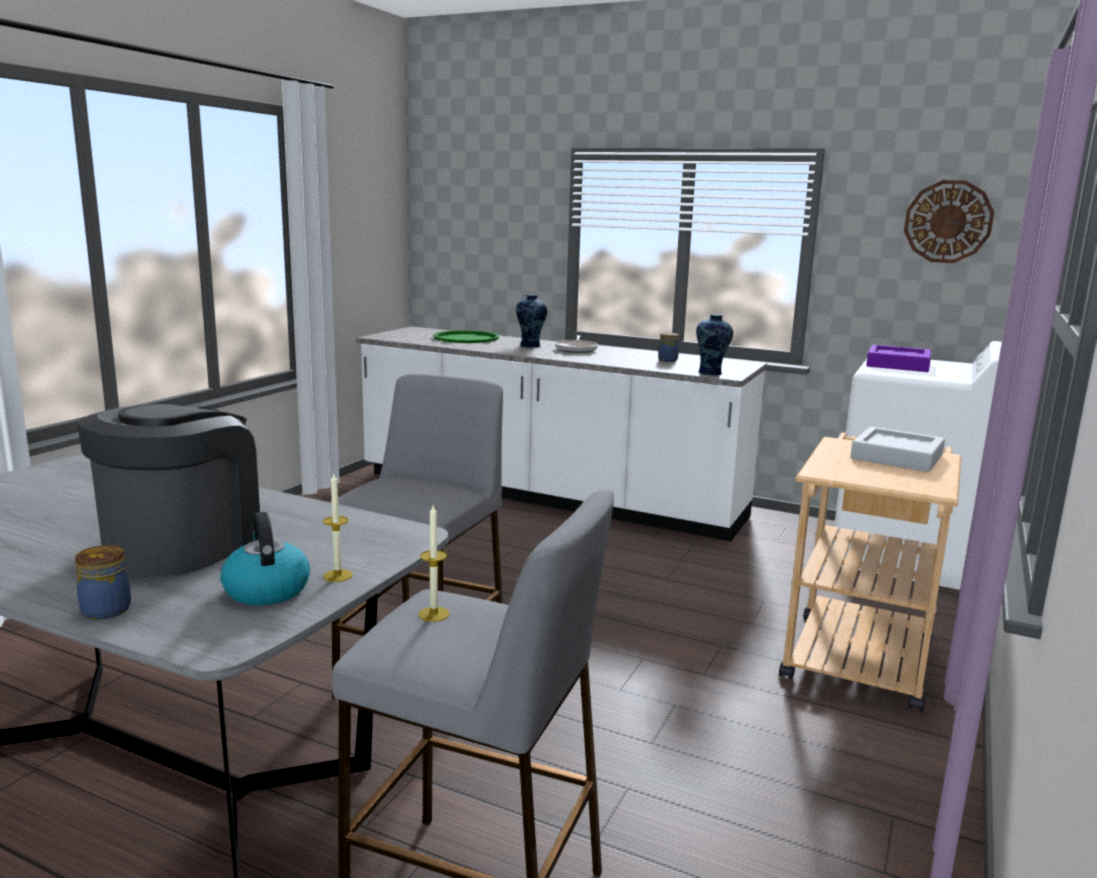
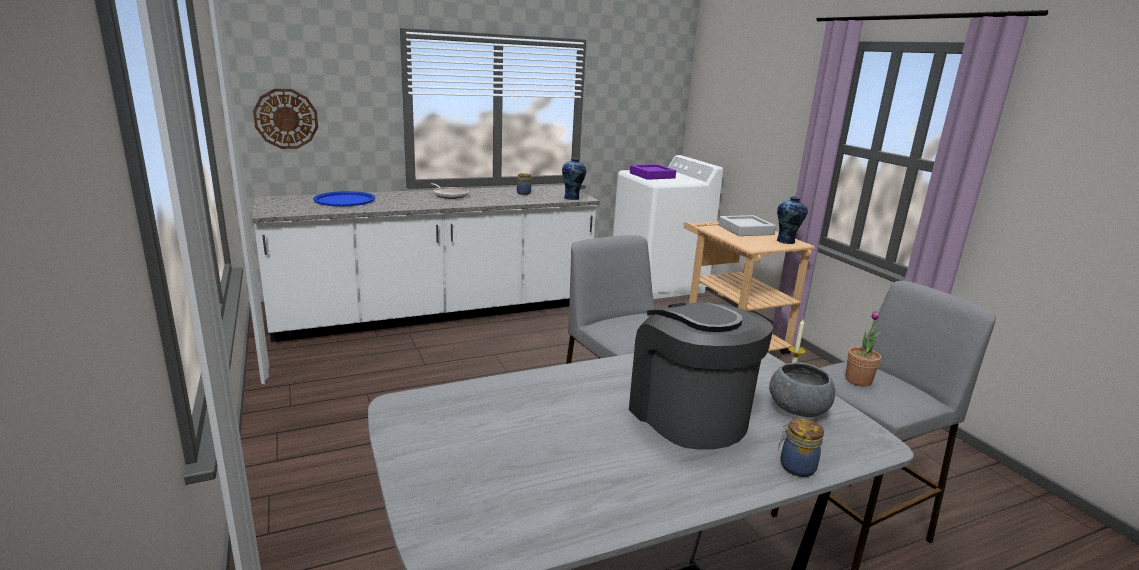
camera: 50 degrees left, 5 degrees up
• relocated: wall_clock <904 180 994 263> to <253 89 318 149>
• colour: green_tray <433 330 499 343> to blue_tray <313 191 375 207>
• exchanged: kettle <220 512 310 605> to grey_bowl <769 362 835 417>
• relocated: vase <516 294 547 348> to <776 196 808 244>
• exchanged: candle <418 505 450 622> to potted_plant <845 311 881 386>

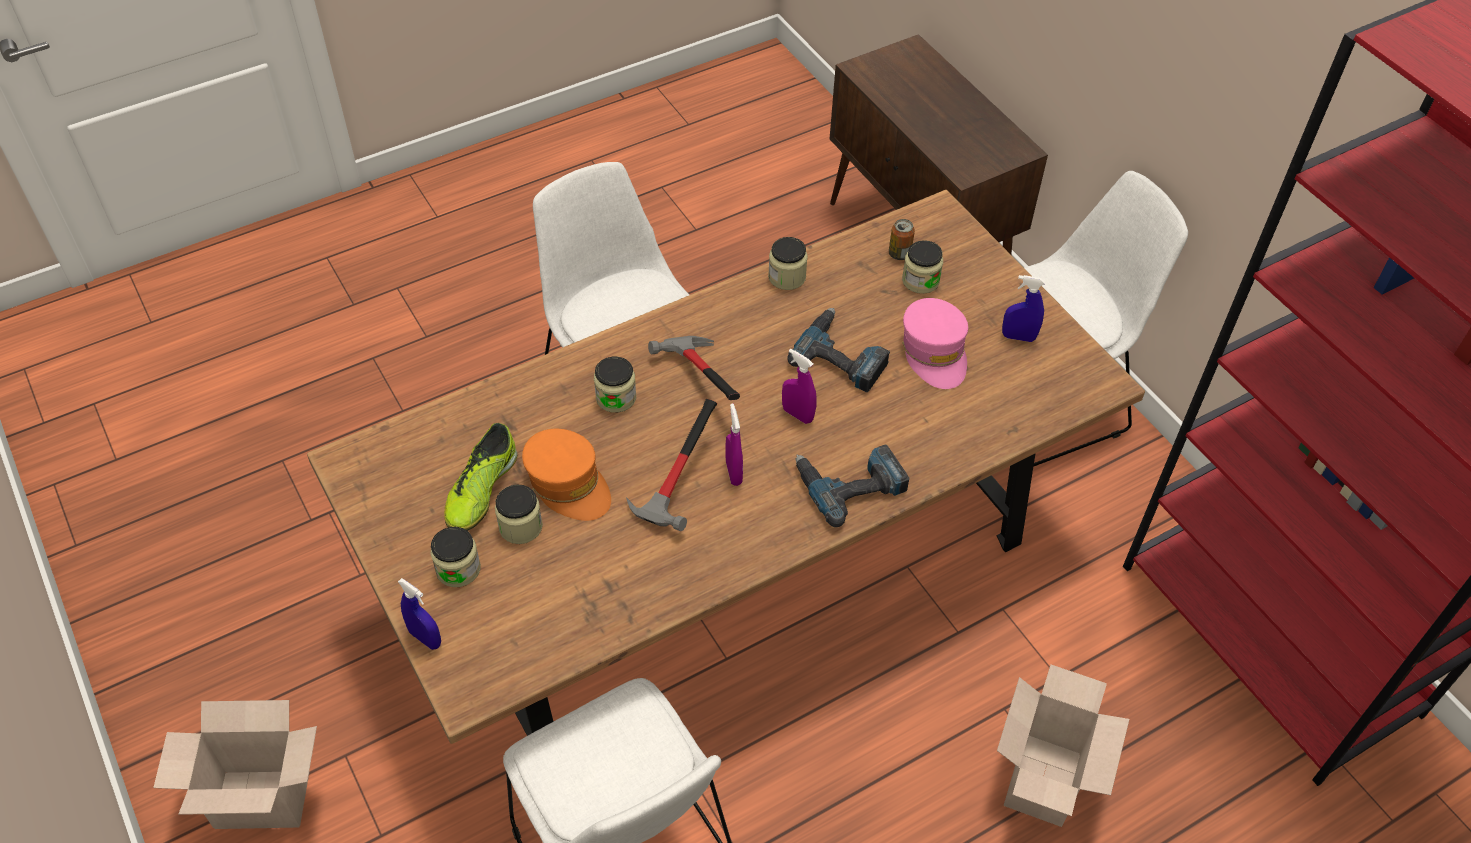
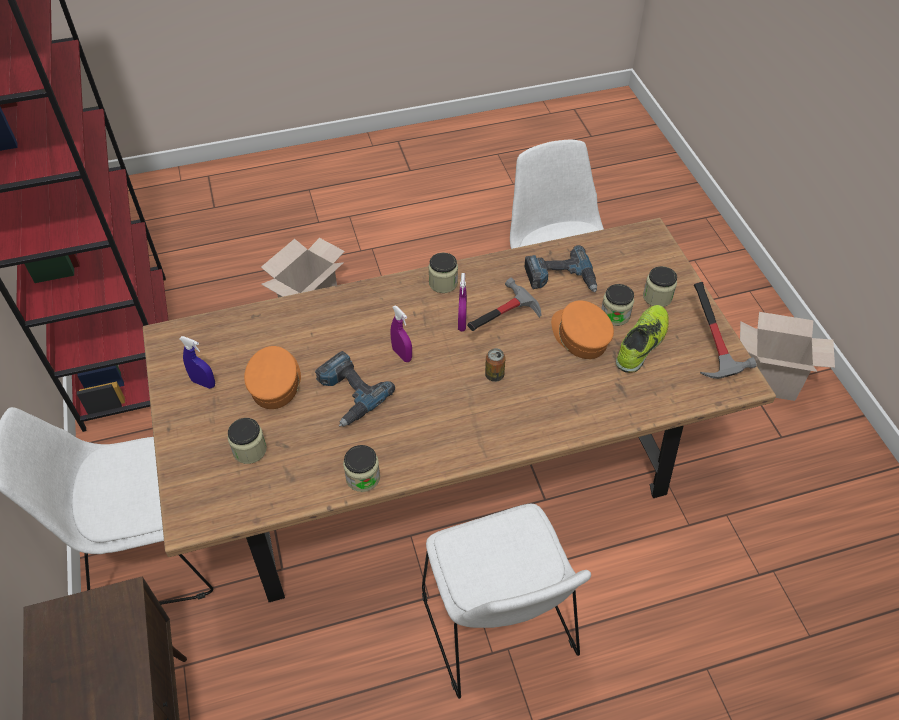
camera: 165 degrees left, 0 degrees up
• colour: pink_cap <902 298 968 389> to orange_cap <244 346 301 409>
• relocated: jar <594 357 636 413> to <428 253 458 293>
• relocated: can <889 219 915 260> to <485 348 506 382>
• relocated: power_drill <795 444 909 527> to <524 245 597 292>
• relocated: hammer <648 336 740 400> to <694 282 757 379>
• missing: blue_spray_bottle <398 578 441 650>

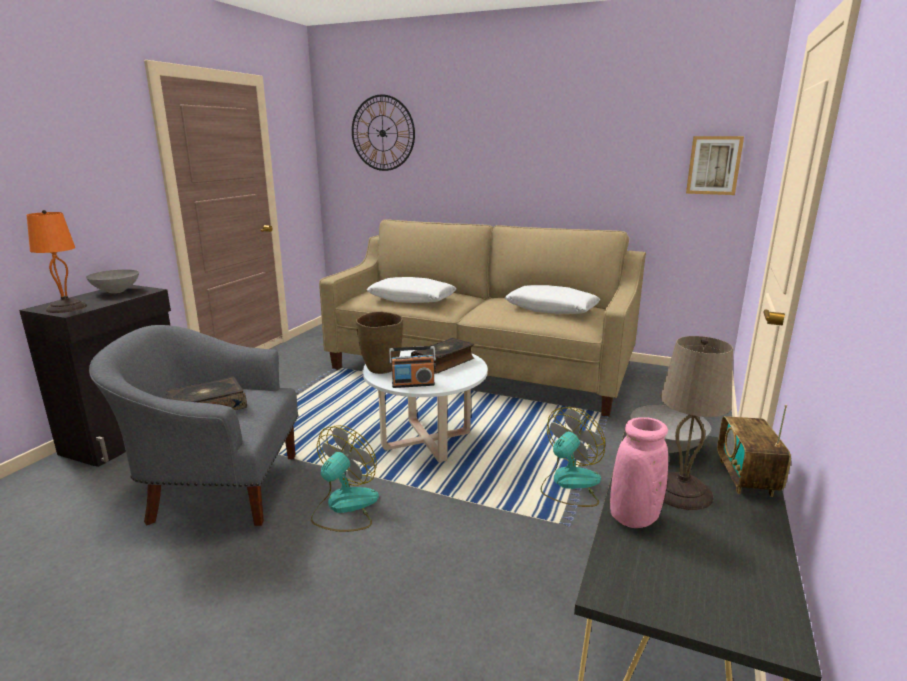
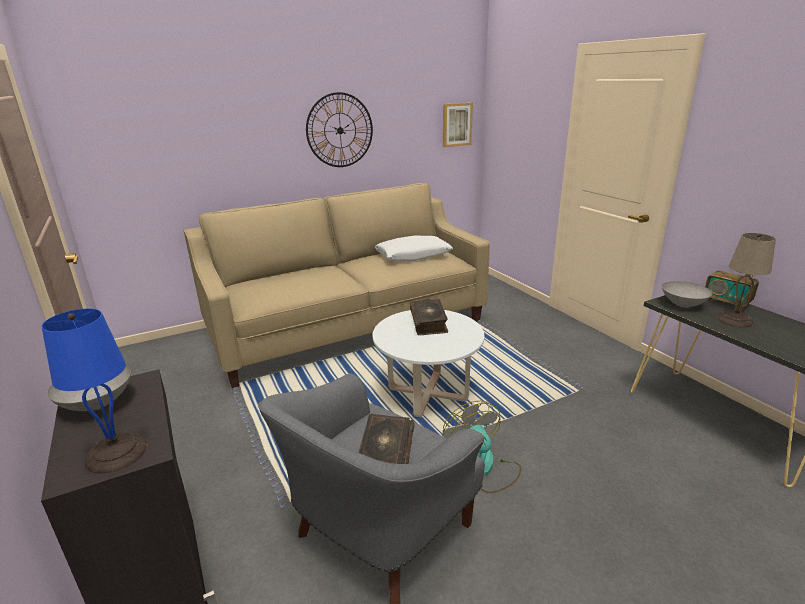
camera: 50 degrees left, 5 degrees up
• colour: orange_table_lamp <27 210 87 313> to blue_table_lamp <41 308 148 474>
• relocated: wall_clock <352 94 415 171> to <306 92 373 167>
• missing: brown_vase <356 311 403 374>
• missing: white_pillow <366 277 456 303>
• missing: radio <389 346 436 388>
• missing: fan <541 407 605 507>
• missing: pink_vase <610 417 668 528>

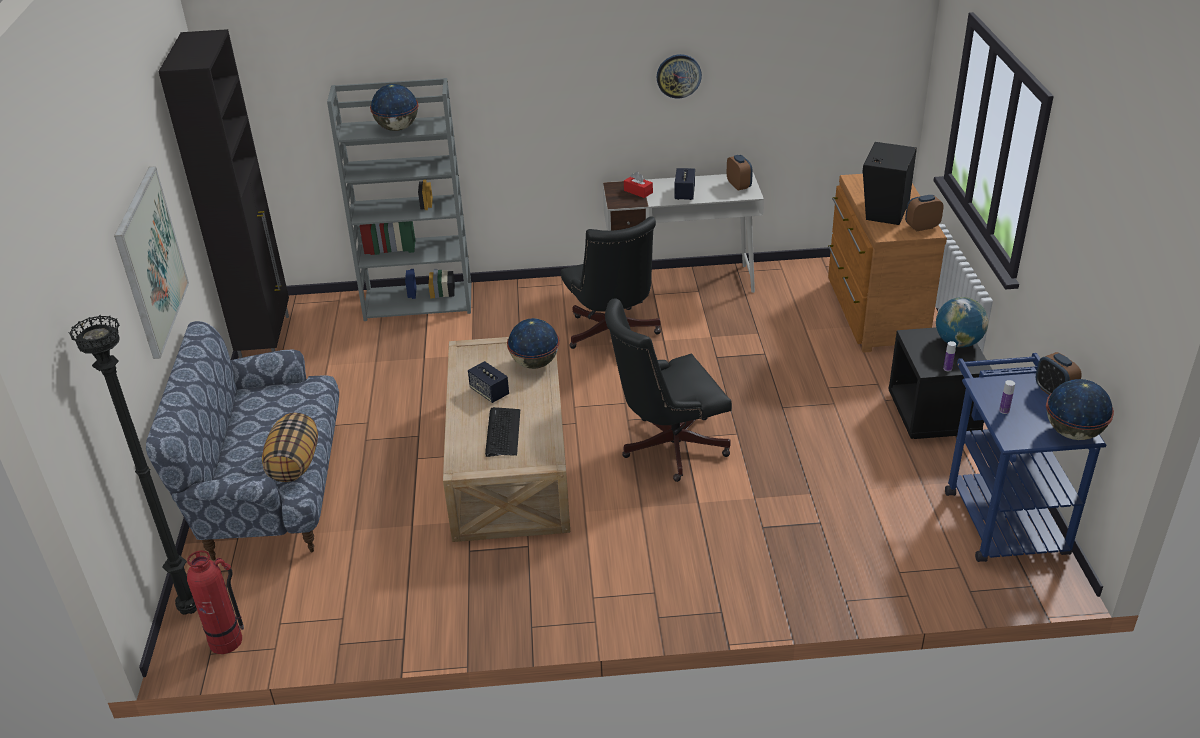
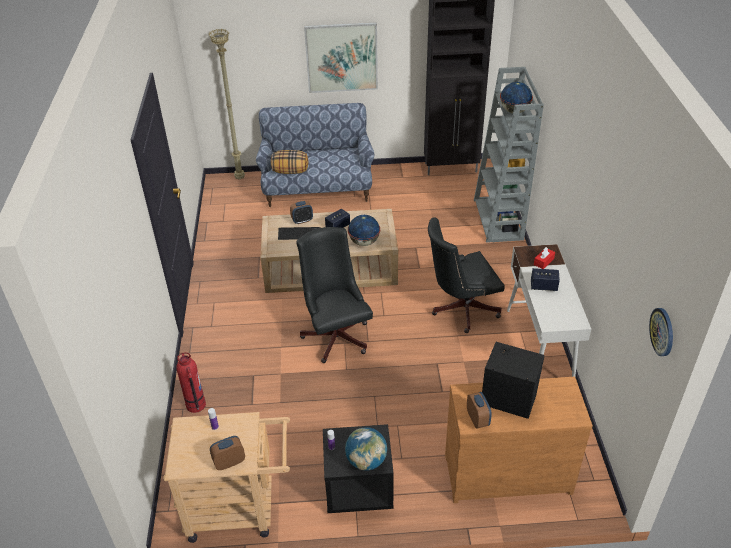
camera: 90 degrees right, 5 degrees up
• colour: blue_cart <945 353 1106 562> to beige_cart <163 412 290 543>
• relocated: fire_extinguisher <187 551 244 654> to <176 352 206 413>
• colour: black_floor_lamp <69 315 197 615> to beige_floor_lamp <209 29 245 180>
• relocated: alarm_clock <727 155 753 190> to <290 201 313 224>
• relocated: wall_clock <657 54 702 99> to <649 308 673 356>
• missing: globe <1046 379 1114 440>

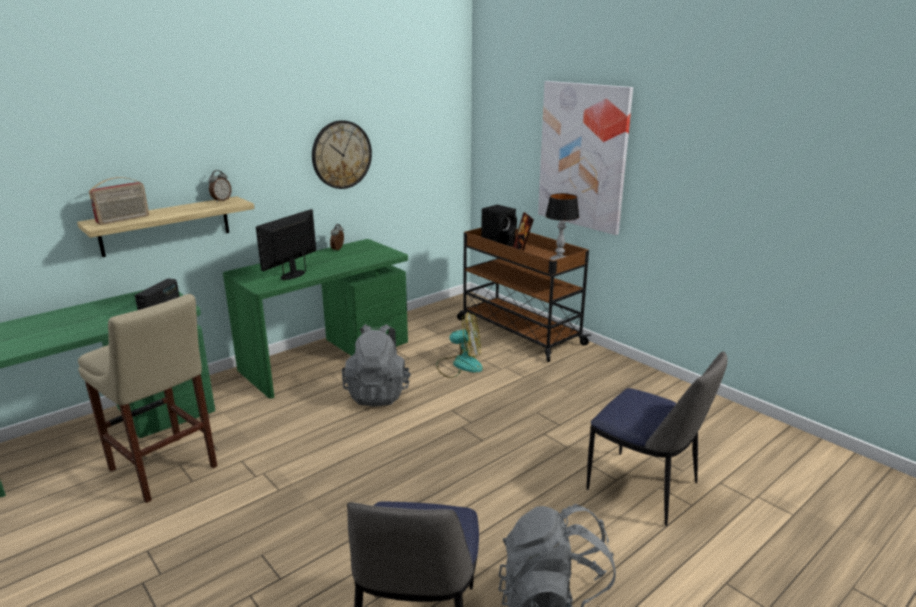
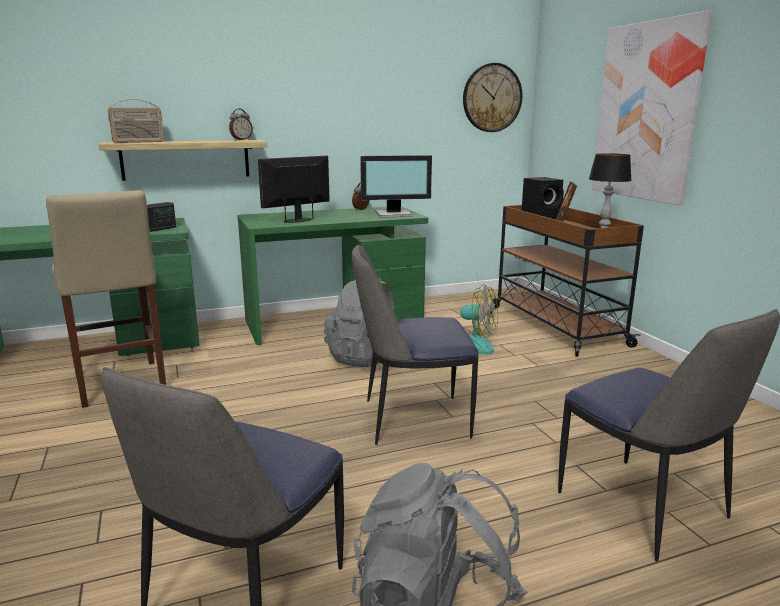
camera: 20 degrees right, 5 degrees down
• appeared: chair <352 245 479 445>
• appeared: monitor <360 155 432 217>
• relocated: wall_clock <312 120 372 189> to <463 63 522 132>

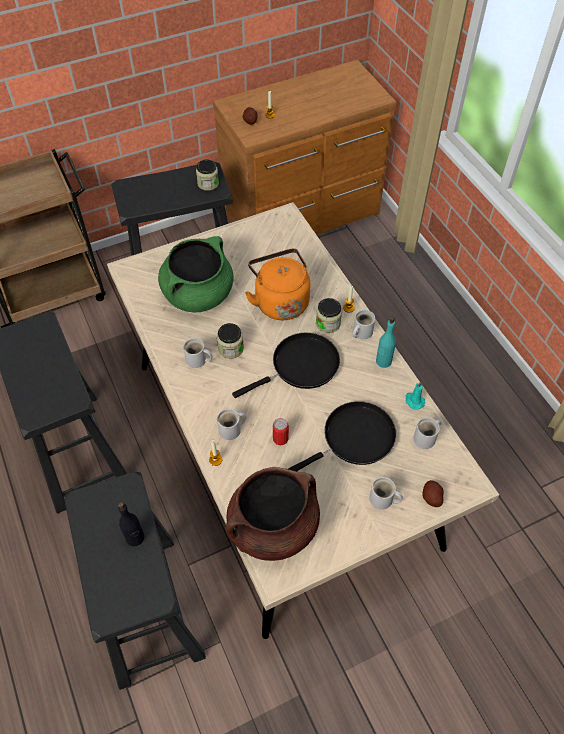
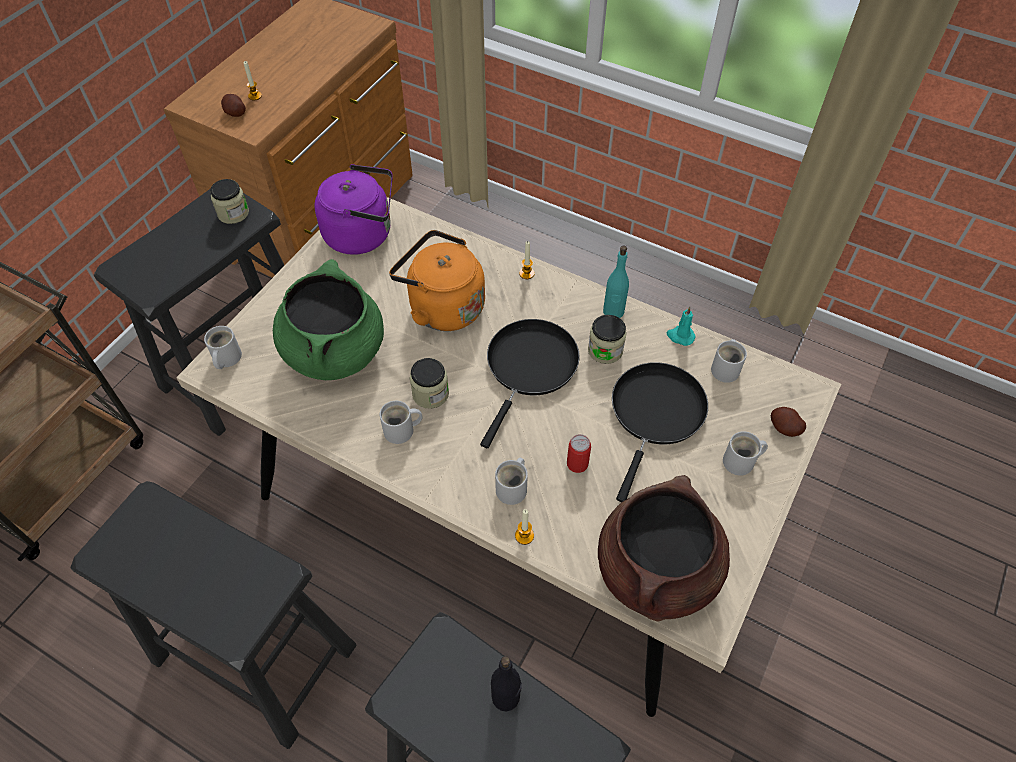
camera: 35 degrees left, 0 degrees up
• relocated: white_mug <353 310 375 339> to <204 326 242 369>
• appeared: purple_kettle <314 164 393 255>
• relocated: jar <316 298 342 333> to <588 315 626 364>

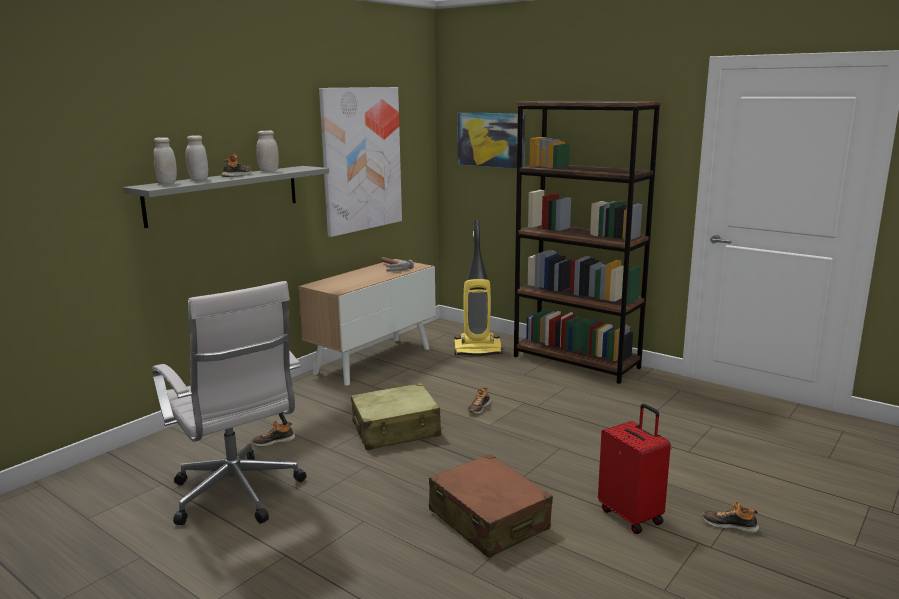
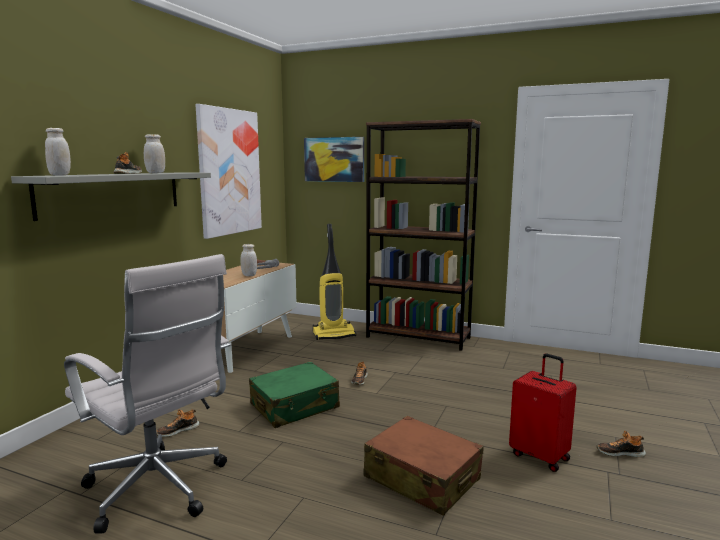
camera: 15 degrees left, 5 degrees down
• relocated: white_jar <186 135 208 181> to <241 244 257 276>
• colour: beige_suitcase <351 383 441 450> to green_suitcase <249 362 340 428>

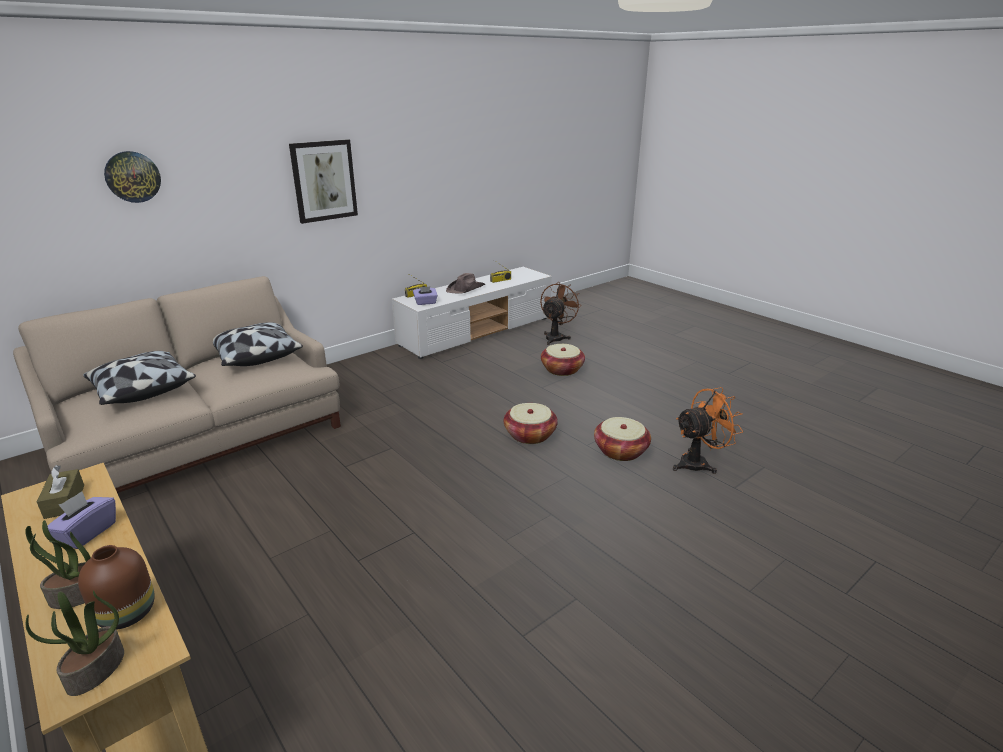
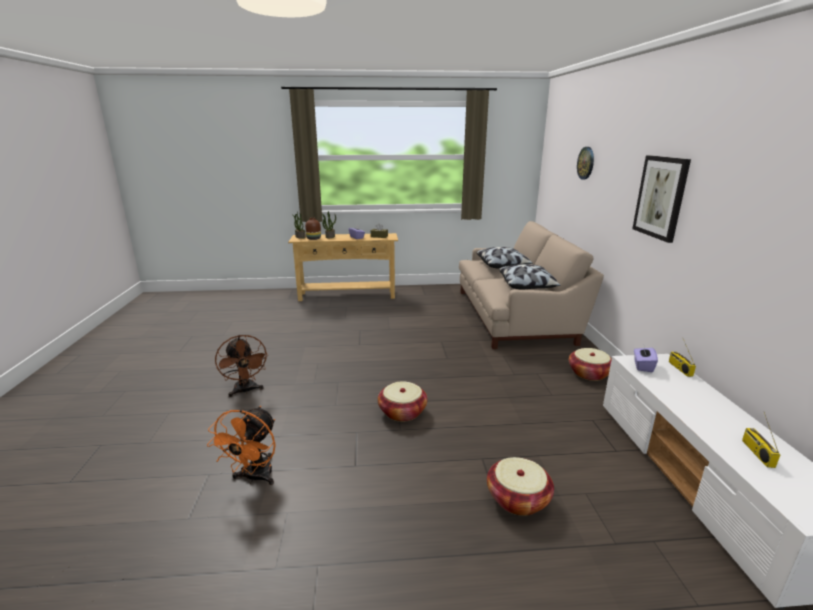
camera: 125 degrees right, 5 degrees down
• relocated: brown_fan <540 282 582 345> to <215 335 268 397>
• relocated: basket <594 417 651 461> to <569 348 612 381>
• missing: brown_hat <446 273 485 294>

